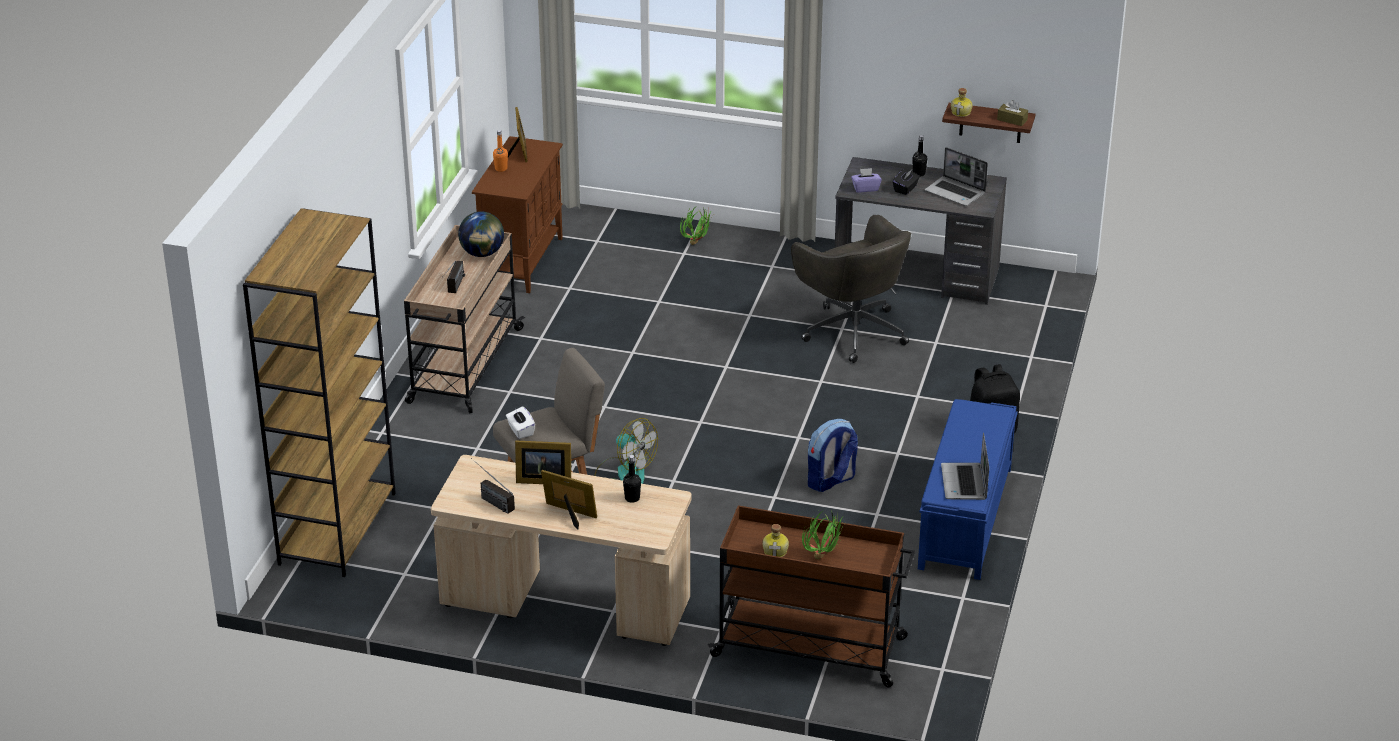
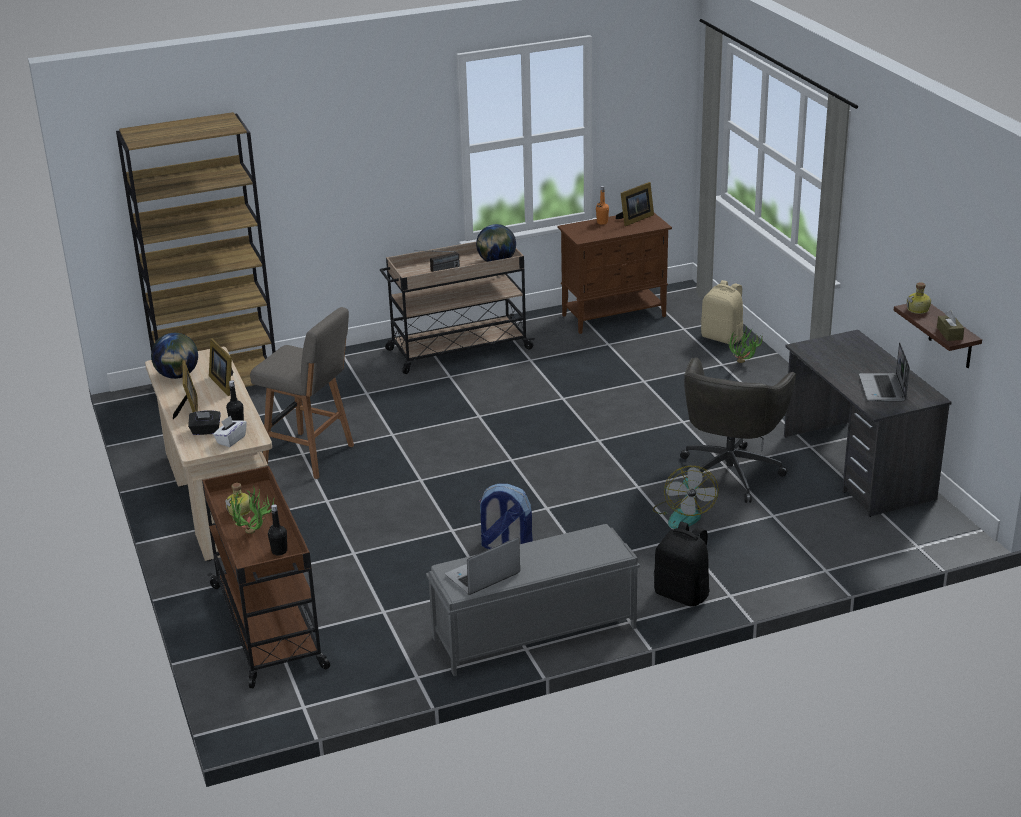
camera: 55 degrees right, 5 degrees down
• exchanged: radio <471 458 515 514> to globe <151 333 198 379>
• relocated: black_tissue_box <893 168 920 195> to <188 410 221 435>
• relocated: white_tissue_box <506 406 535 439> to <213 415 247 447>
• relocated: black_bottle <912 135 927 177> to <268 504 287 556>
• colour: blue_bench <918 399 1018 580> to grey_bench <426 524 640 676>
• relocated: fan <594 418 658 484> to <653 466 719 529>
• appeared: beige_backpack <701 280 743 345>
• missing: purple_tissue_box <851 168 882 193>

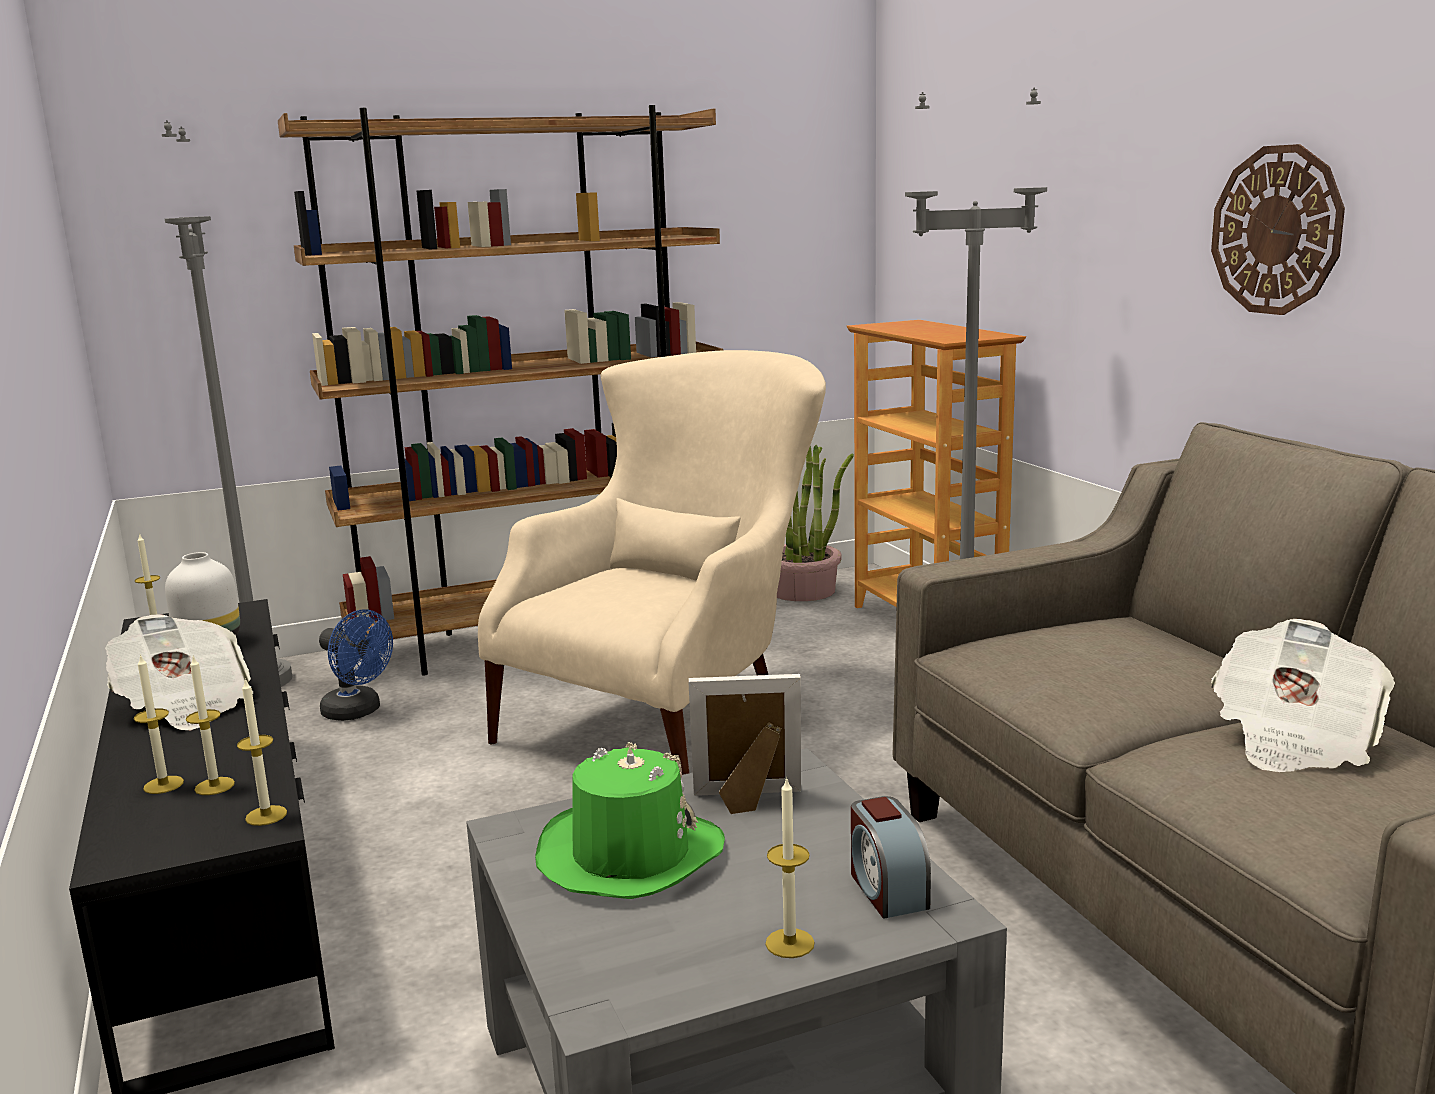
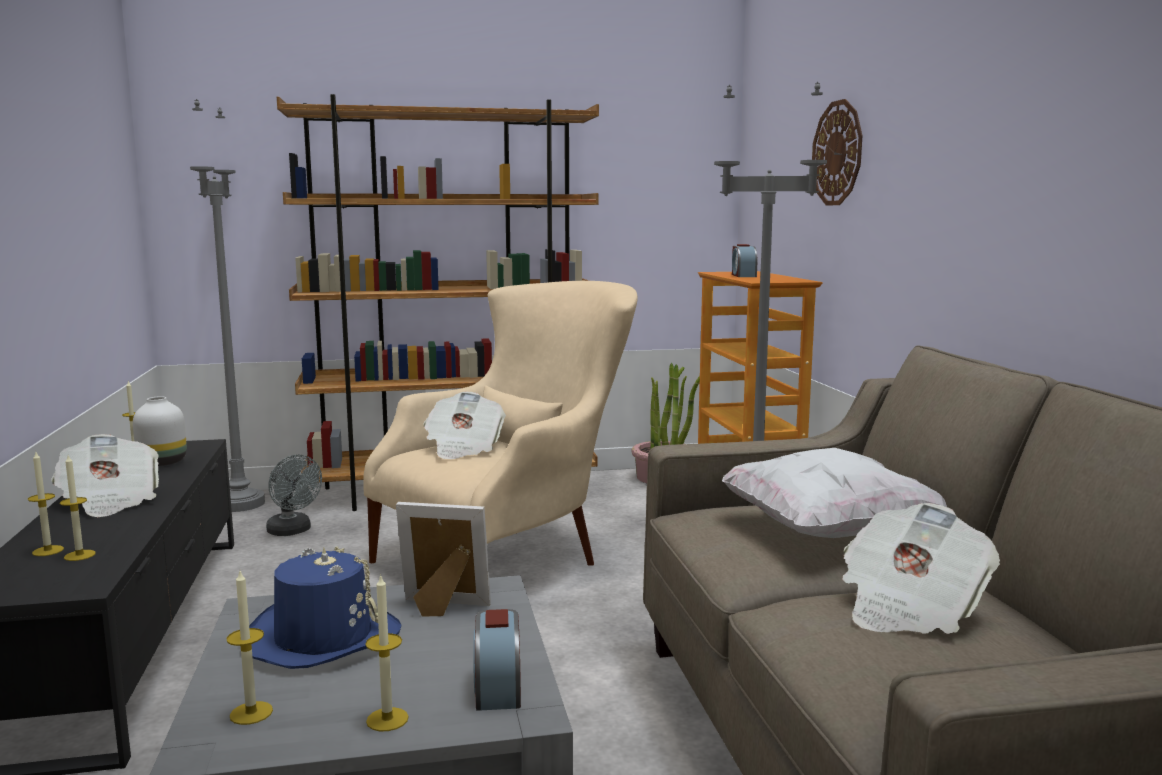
camera: 10 degrees right, 5 degrees down
• relocated: candle <237 678 287 826> to <226 571 273 725>
• colour: green_hat <535 742 725 899> to blue_hat <249 546 401 669>
• colour: blue_fan <319 610 393 721> to grey_fan <266 455 322 536>
• appeared: newspaper <423 392 506 459>
• appeared: white_pillow <722 448 947 538>
• appeared: alarm_clock <732 244 757 277>
• relocated: wall_clock <1211 144 1345 315> to <812 99 863 205>

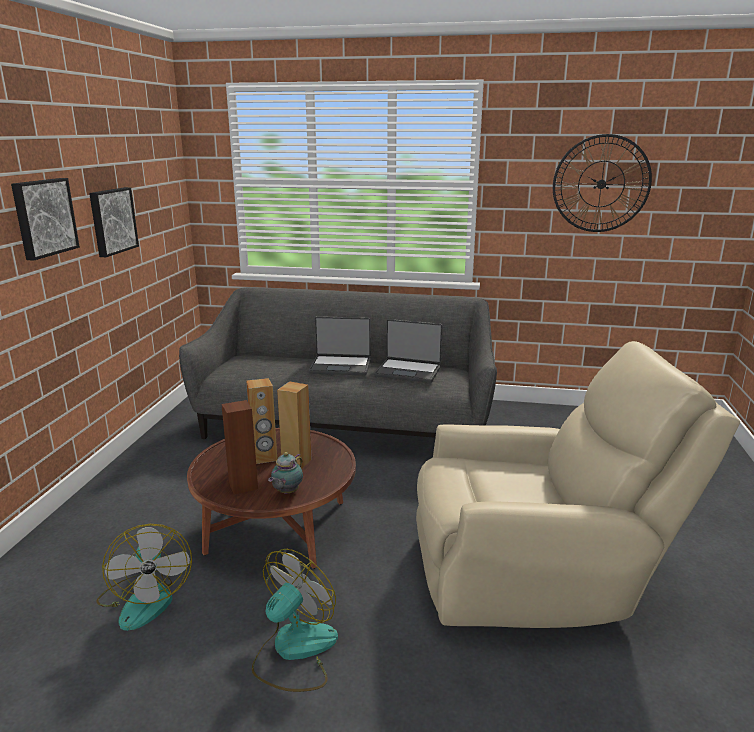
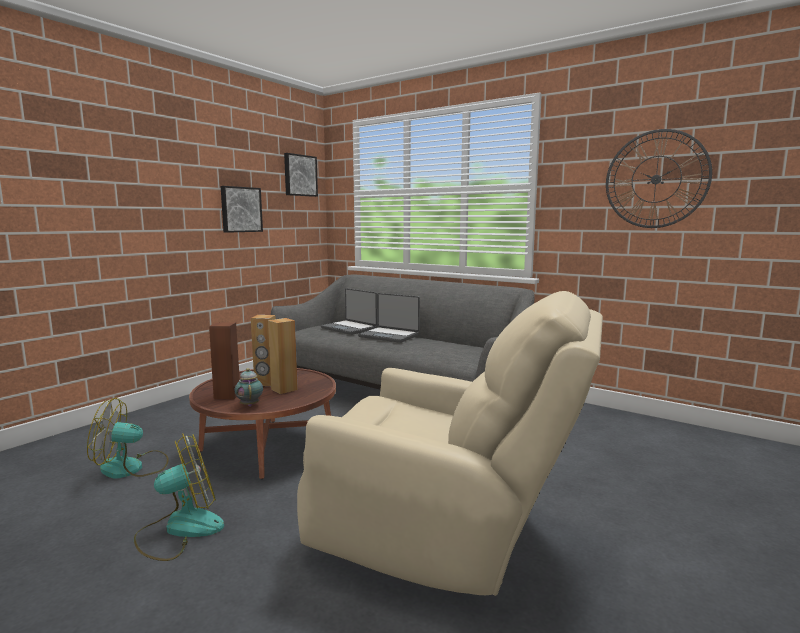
camera: 25 degrees right, 10 degrees down
• spun: fan <96 524 192 631> = <87 398 169 479> 75 degrees clockwise
• spun: teapot <268 452 303 494> = <234 368 263 407> 105 degrees clockwise
• relocated: picture <11 178 80 260> to <284 153 318 197>
• relocated: laptop <374 319 443 383> to <321 288 378 335>

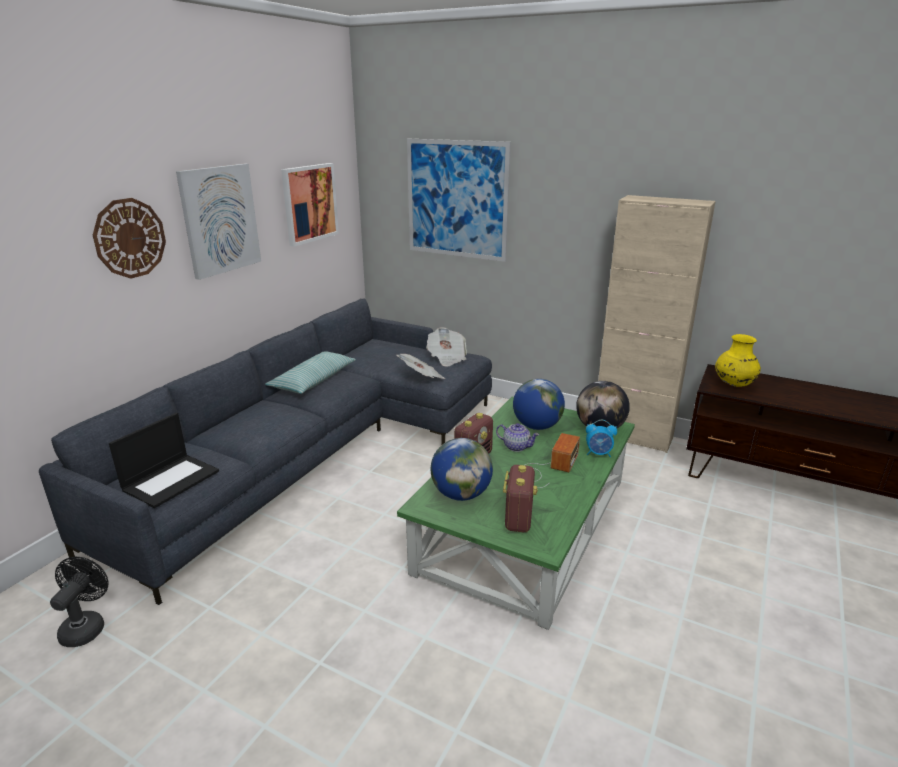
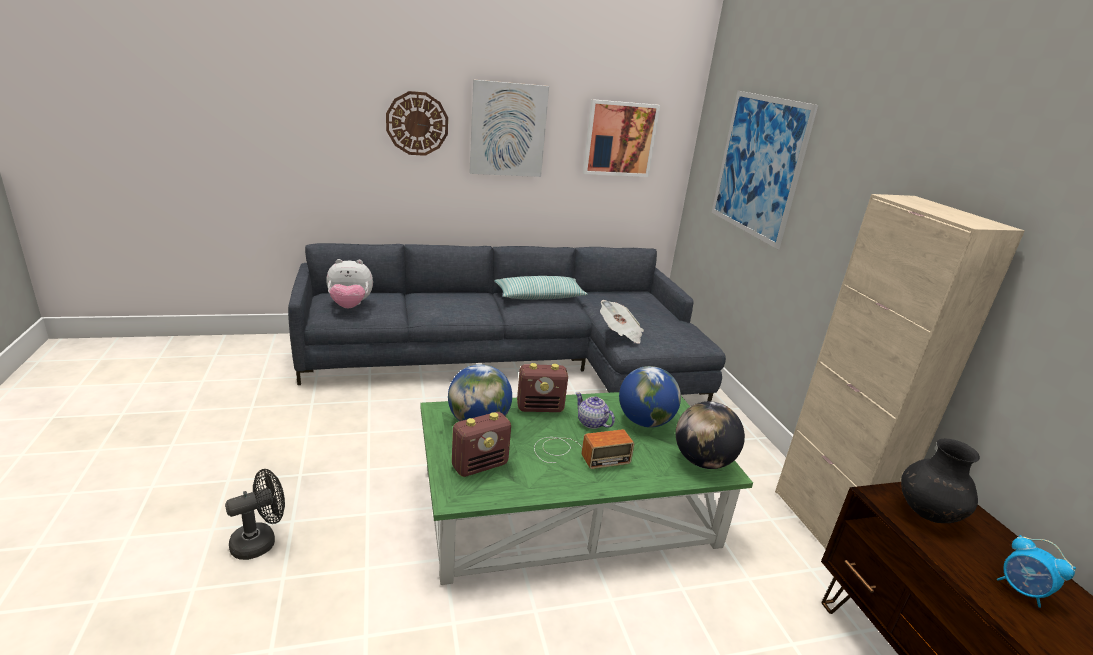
camera: 45 degrees right, 0 degrees up
• relocated: black_fan <50 557 108 647> to <225 469 285 560>
• exchanged: laptop <109 413 219 508> to plush_toy <326 259 373 308>
• spun: teapot <496 423 539 452> = <576 392 615 429> 150 degrees clockwise
• colour: yellow_vase <715 334 761 387> to black_vase <901 439 980 523>
• relocated: alarm_clock <586 420 617 457> to <997 535 1076 608>
• missing: newspaper <426 327 467 367>

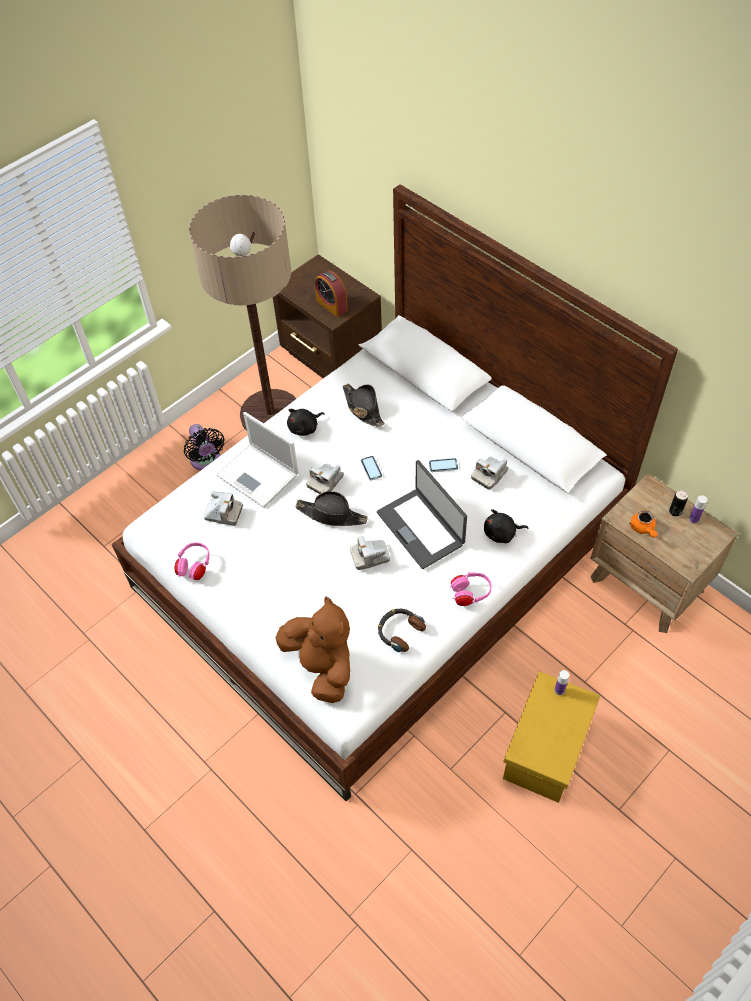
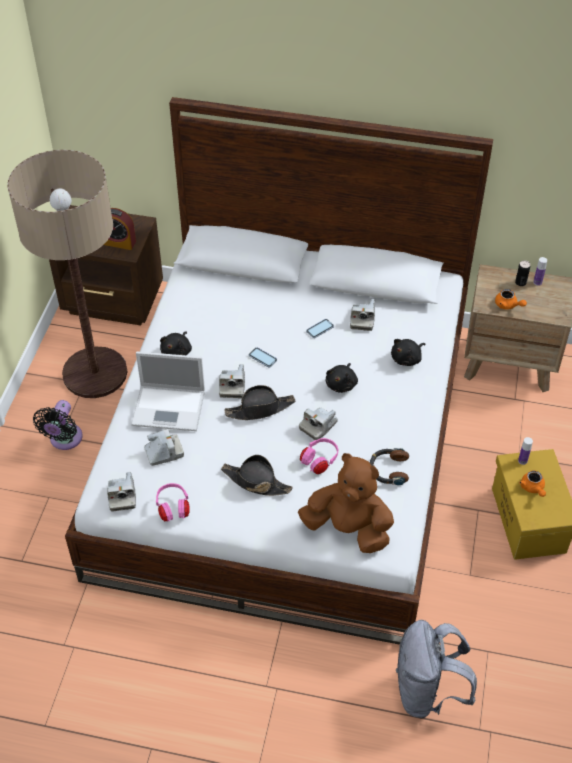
camera: 35 degrees left, 5 degrees down
• spun: black_fan <184 424 225 470> = <33 400 83 450> 75 degrees clockwise
• appeared: photo_camera <107 472 136 511>
• relocated: black_hat <343 384 385 427> to <221 455 293 496>
• relocated: pink_headphones <449 572 492 606> to <300 438 338 474>
• exchanged: laptop <377 460 467 569> to black_plush_toy <326 363 358 393>
• appeared: grey_backpack <396 620 477 718>
• appeared: orange_teapot <519 470 546 497>

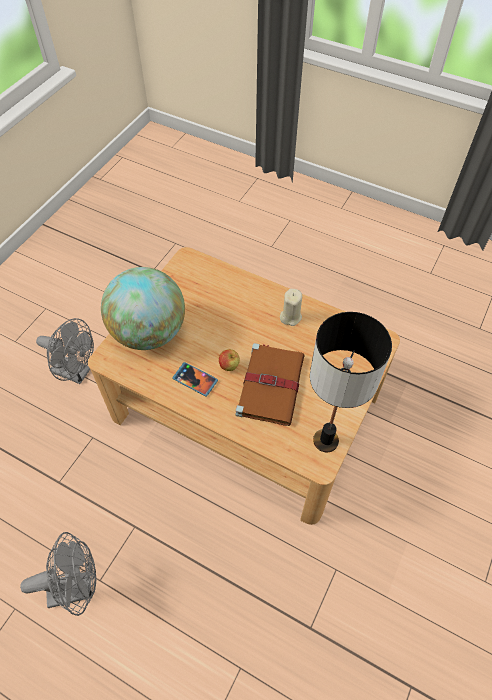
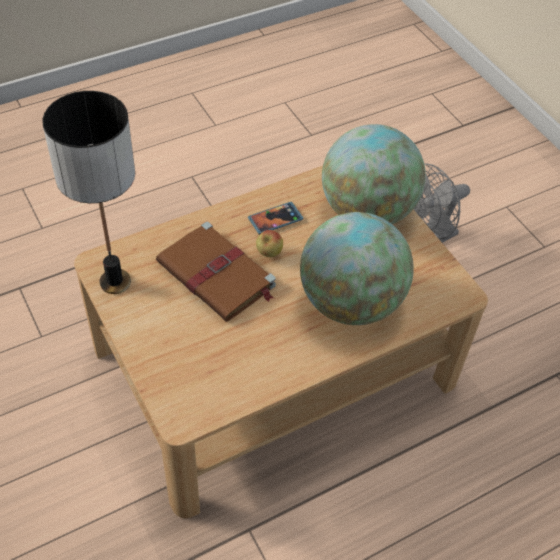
camera: 120 degrees right, 5 degrees down
• appeared: globe <300 212 414 325>
• missing: grey_fan <20 532 96 616>
• missing: beige_candle <280 289 302 326>

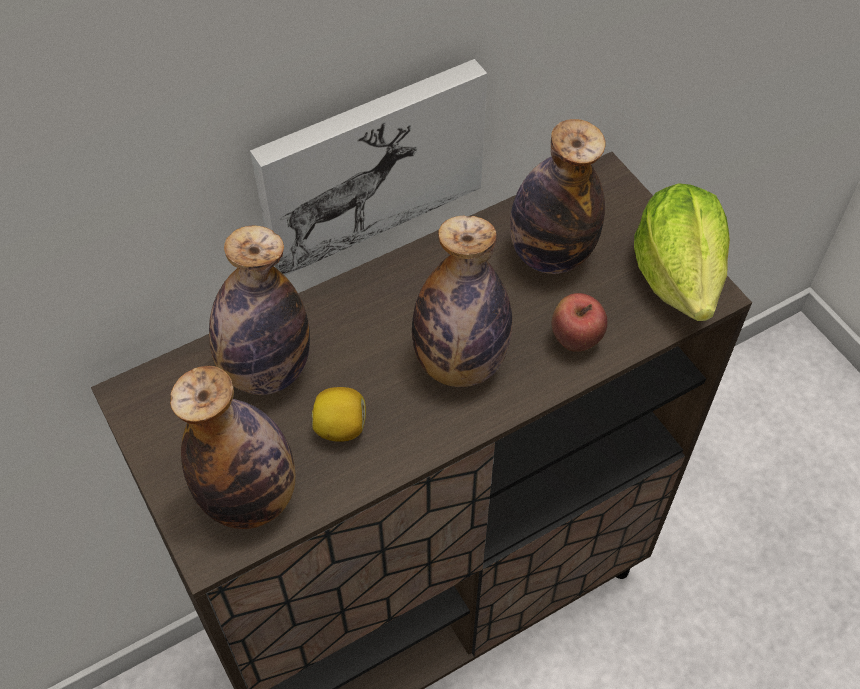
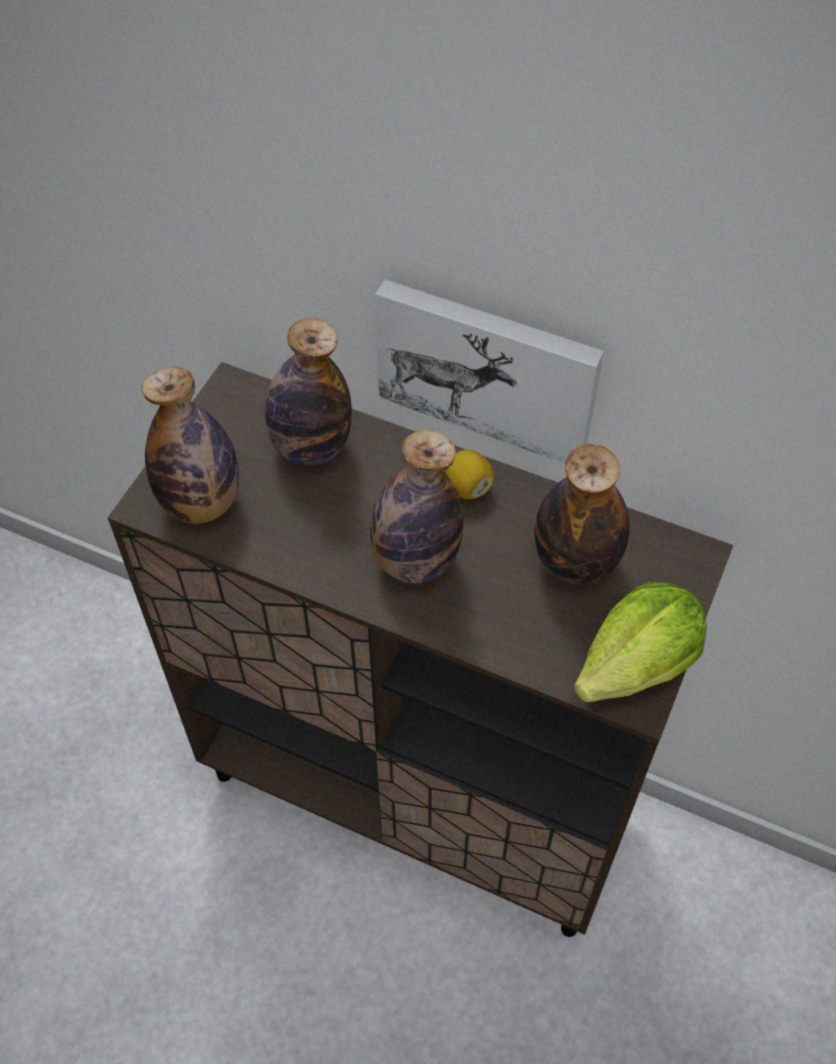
camera: 55 degrees right, 0 degrees up
• relocated: lemon <312 387 366 442> to <444 450 494 499>
• missing: apple <552 293 607 352>

